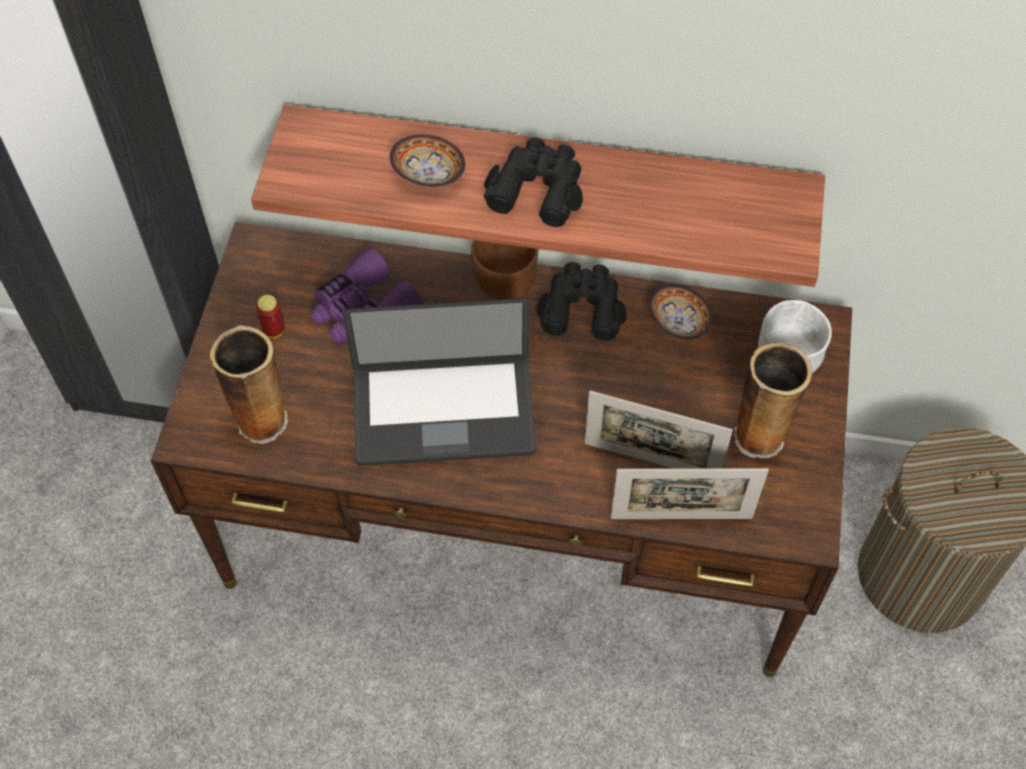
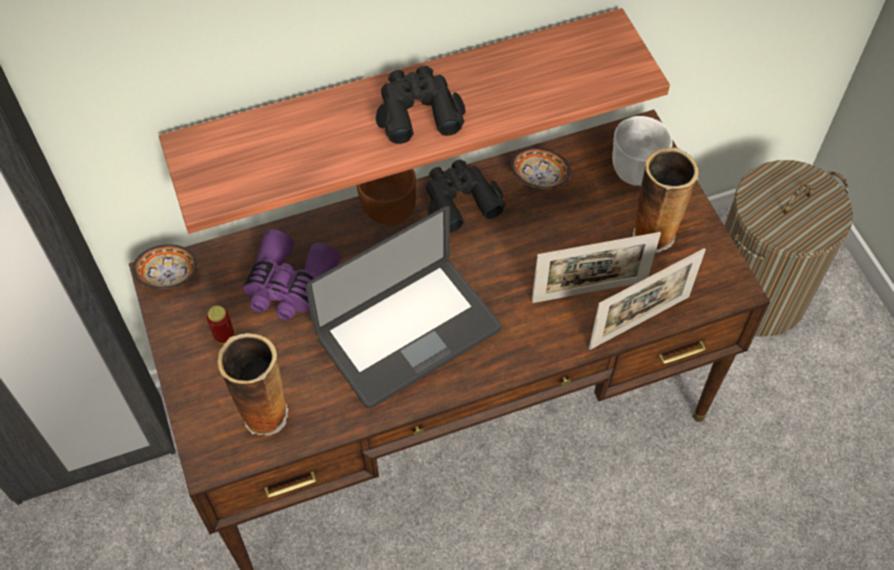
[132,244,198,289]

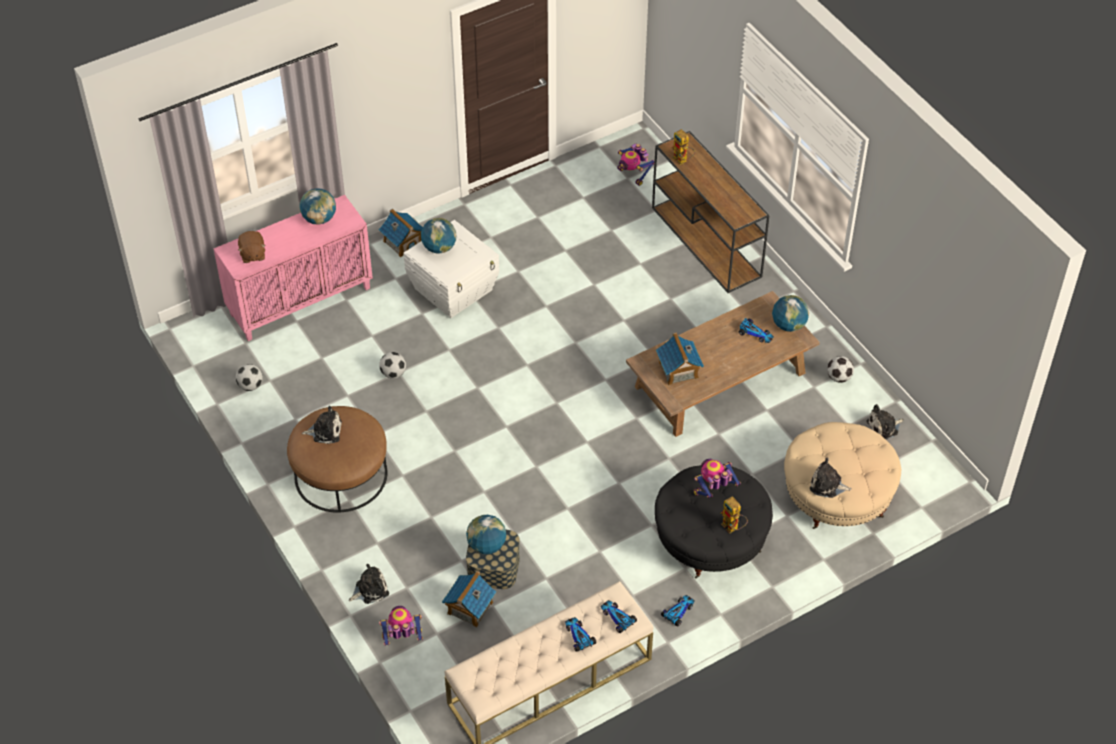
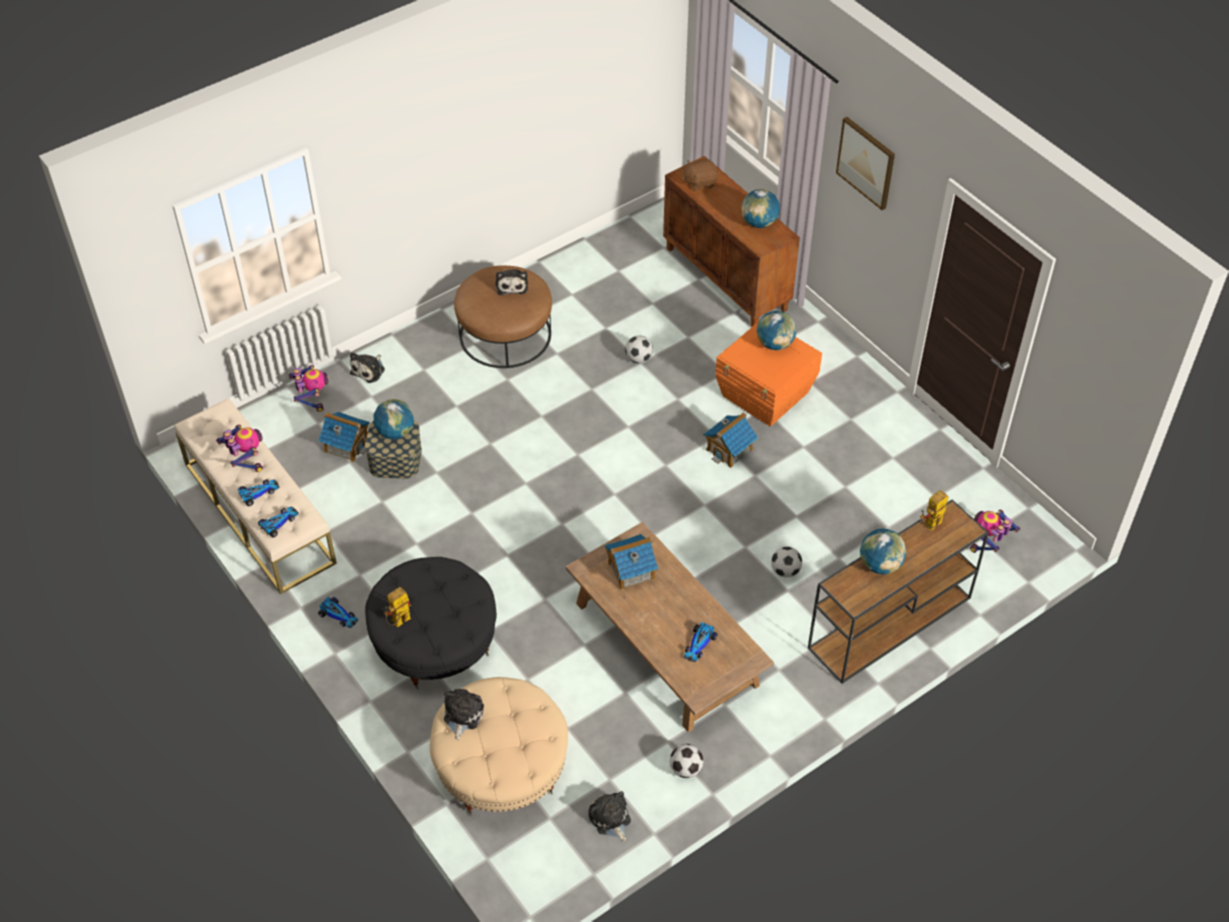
[663,156,800,326]
[771,547,802,578]
[350,352,385,383]
[703,412,758,468]
[715,322,822,427]
[216,425,263,472]
[860,528,907,575]
[836,117,895,210]

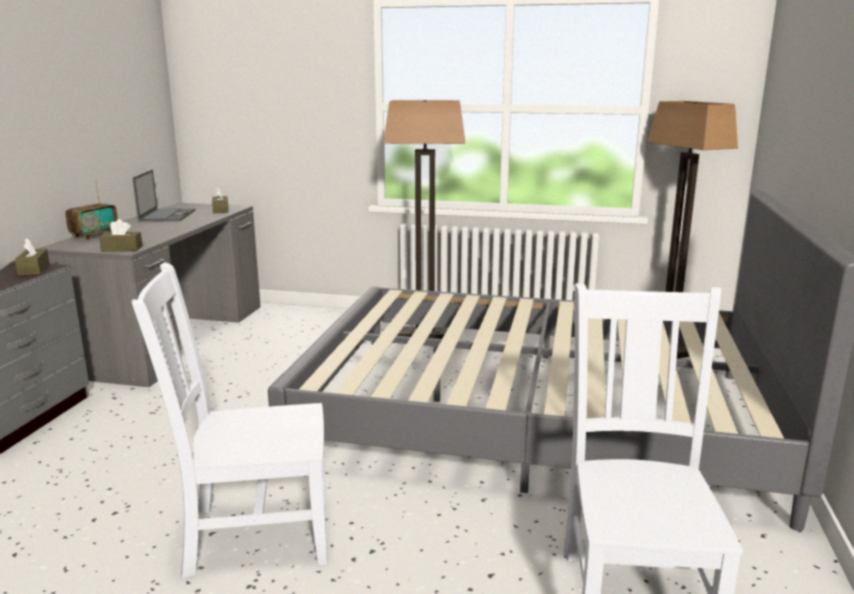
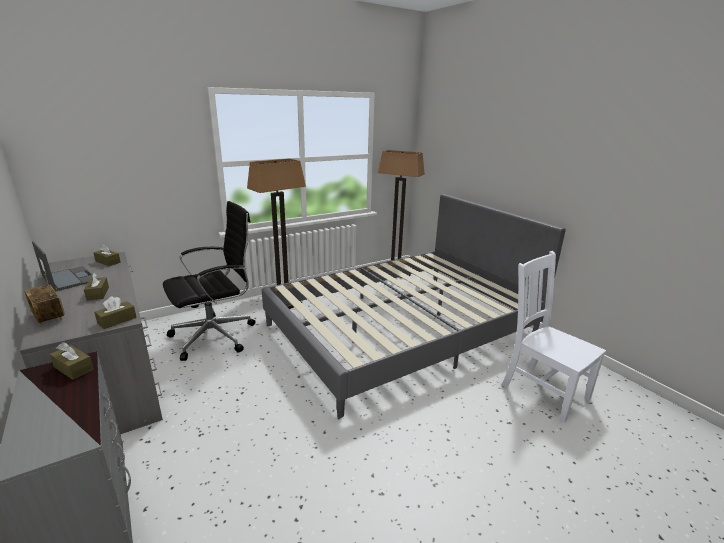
[24,274,65,326]
[132,262,327,578] (first image)
[84,272,109,301]
[163,201,256,361]

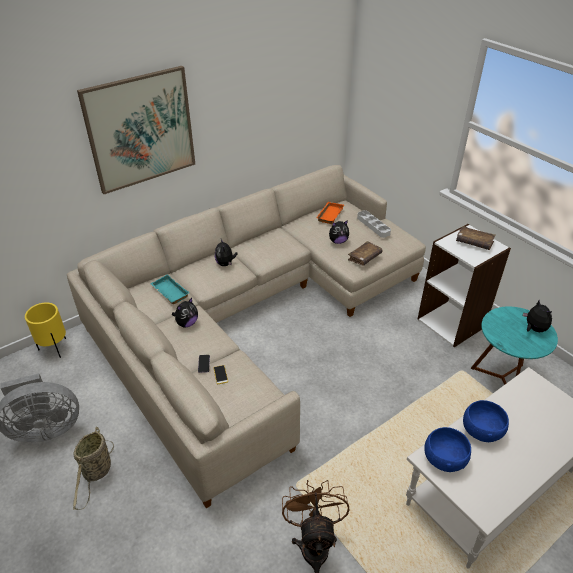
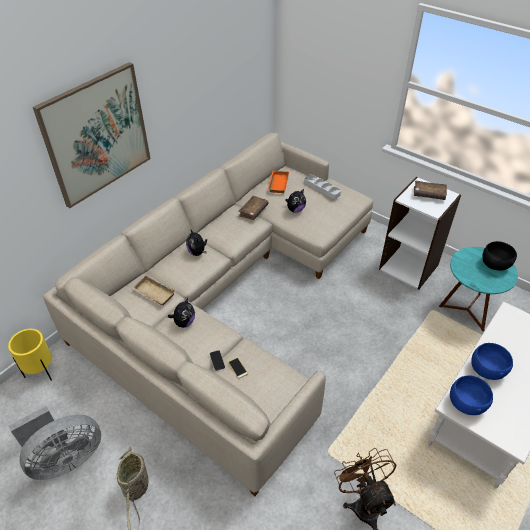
[132,275,176,305]
[238,196,268,220]
[482,241,517,271]

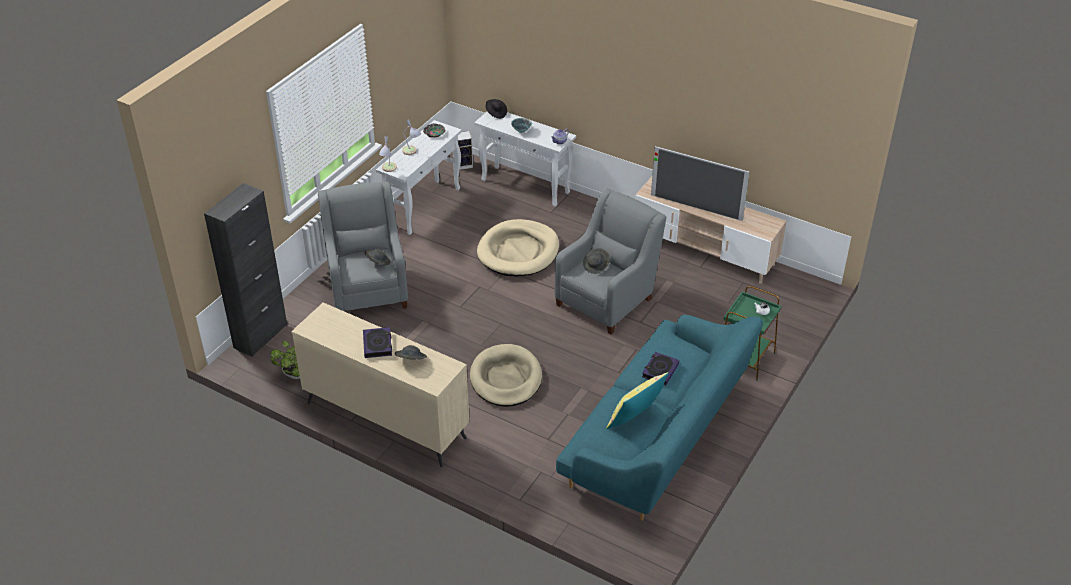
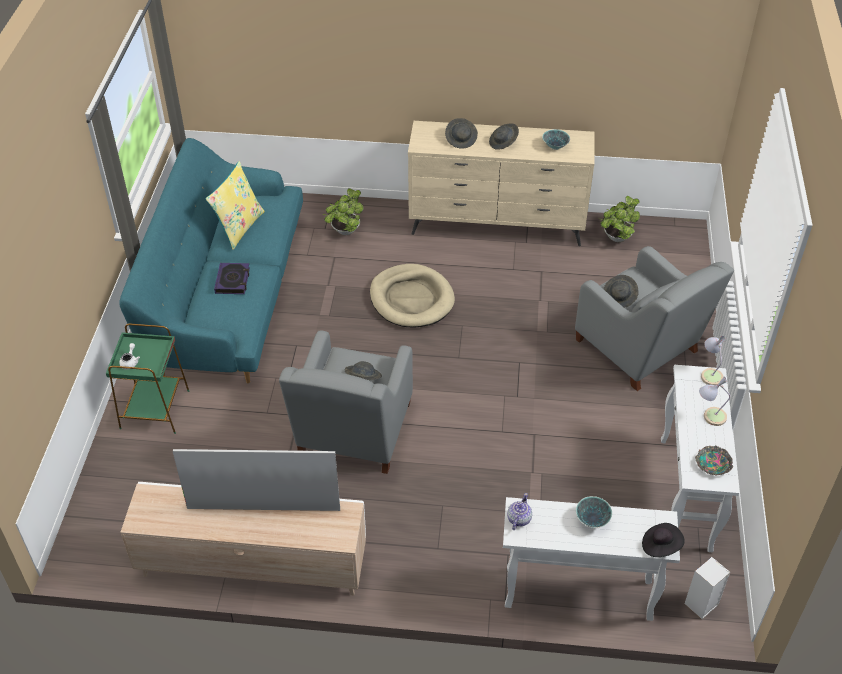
[204,183,287,357] (first image)
[489,123,519,150]
[477,219,559,276] (first image)
[323,188,364,235]
[542,129,570,150]

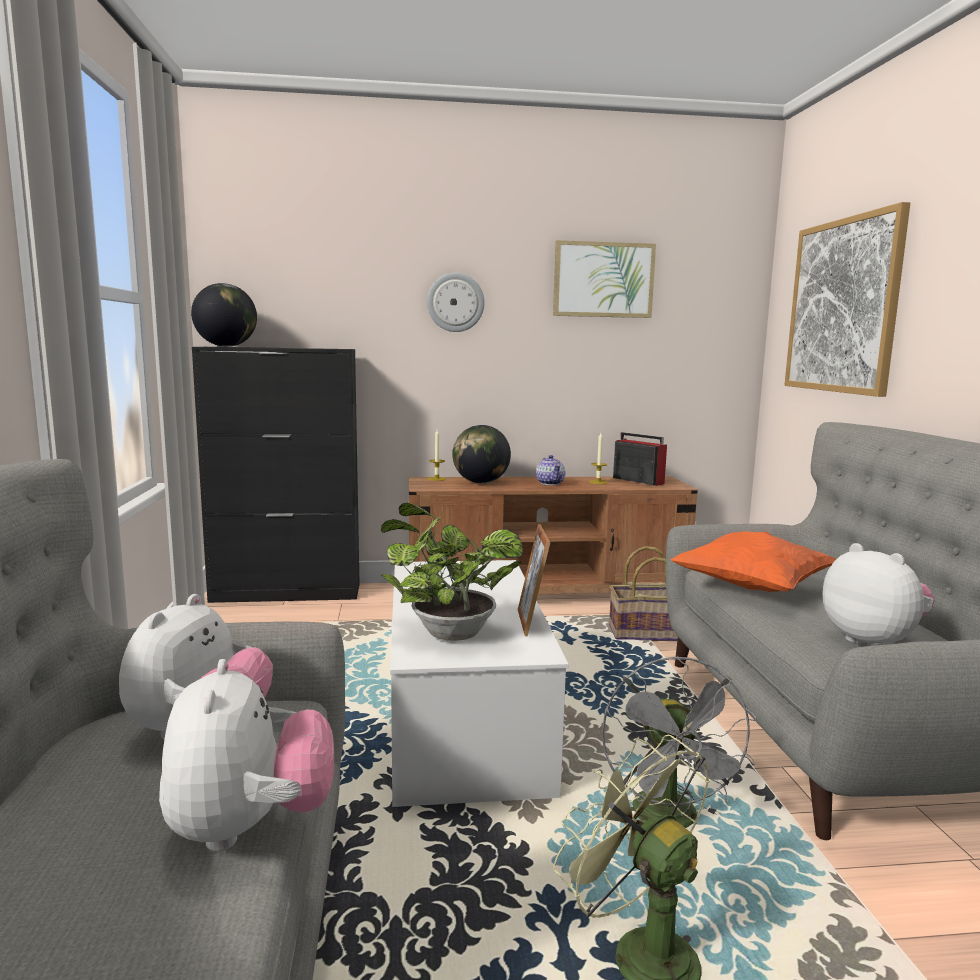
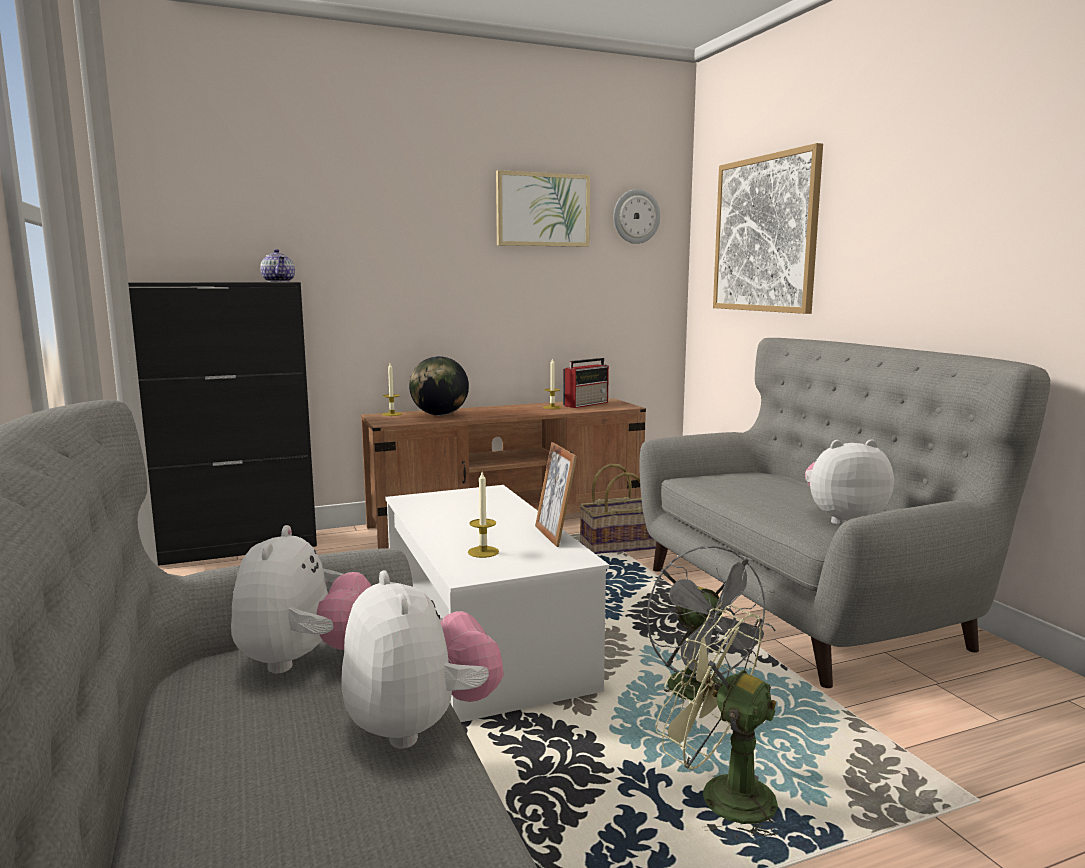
[191,283,257,347] (first image)
[468,472,499,558]
[614,189,660,244]
[260,249,295,282]
[563,358,609,408]
[670,531,836,592] (first image)
[805,439,894,525]

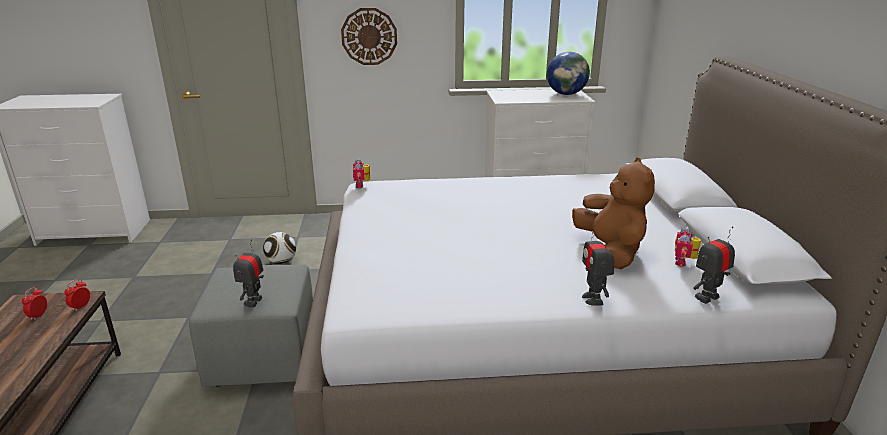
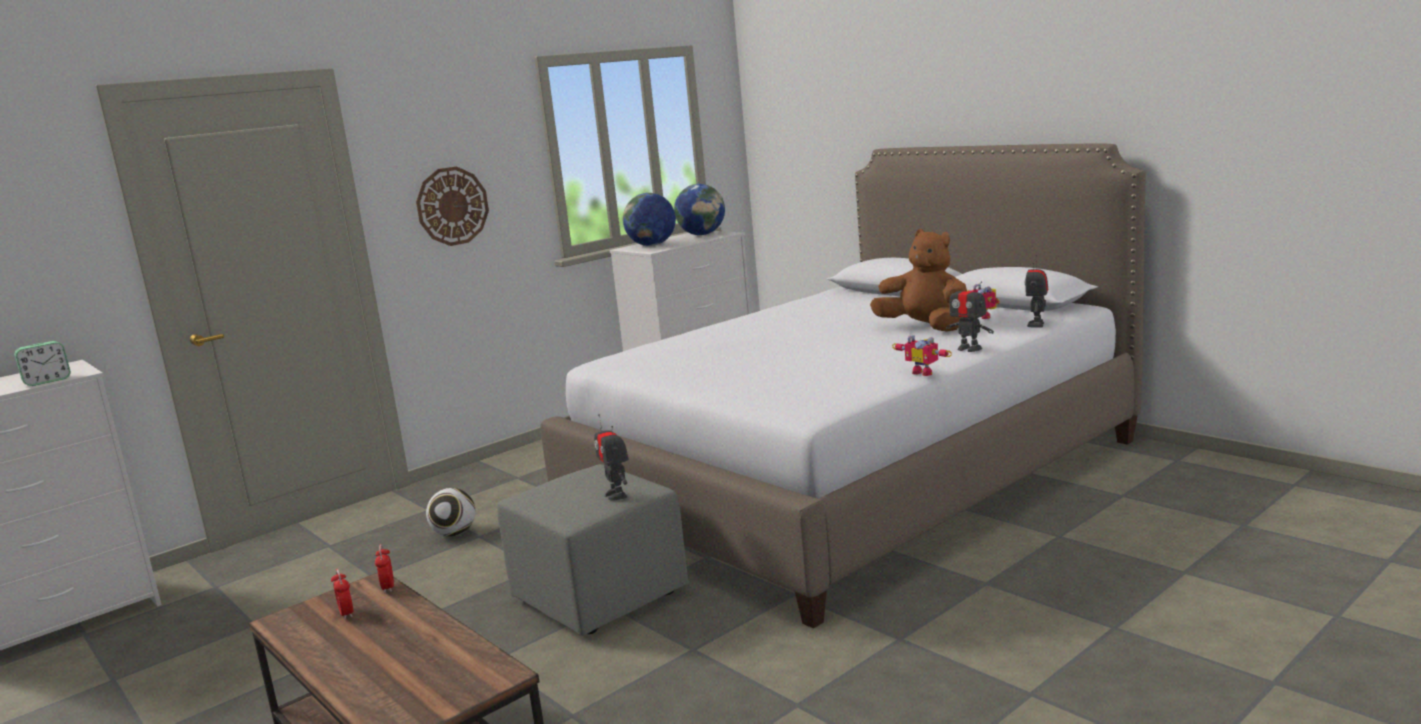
[892,335,952,376]
[14,341,71,386]
[623,193,676,246]

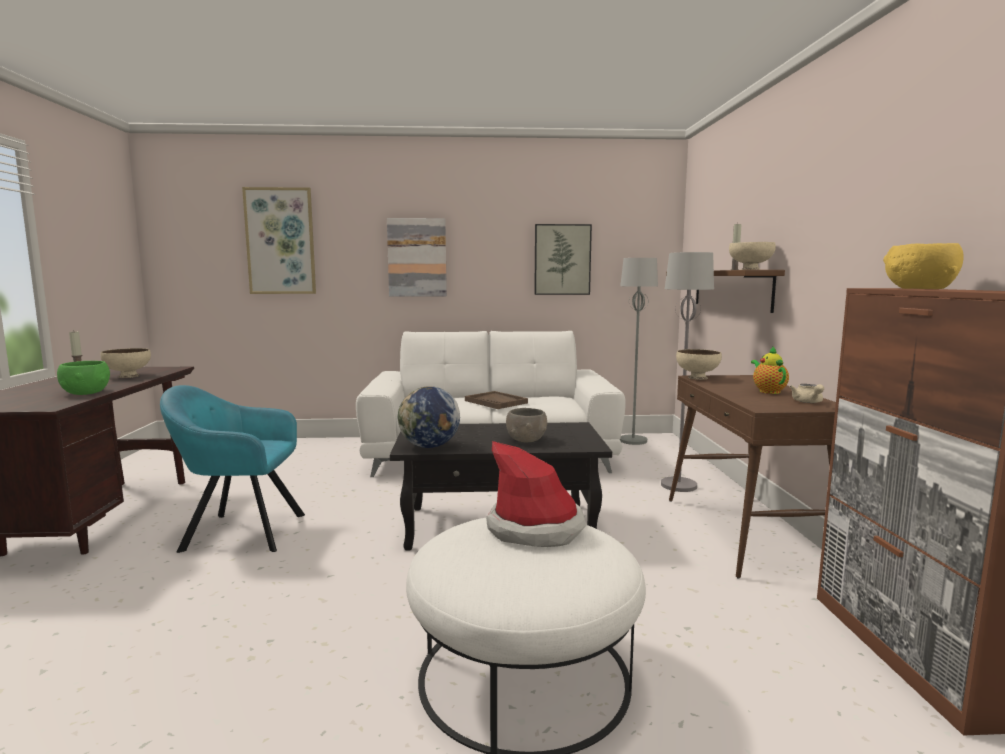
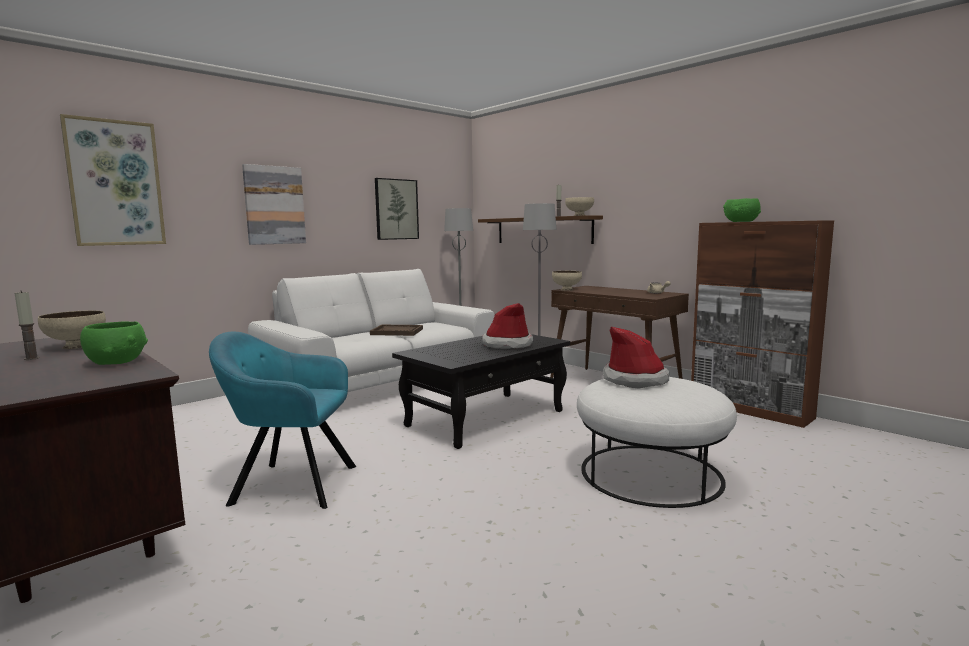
[209,332,356,509]
[398,386,460,448] (first image)
[482,303,533,349]
[751,347,789,394] (first image)
[723,198,761,222]

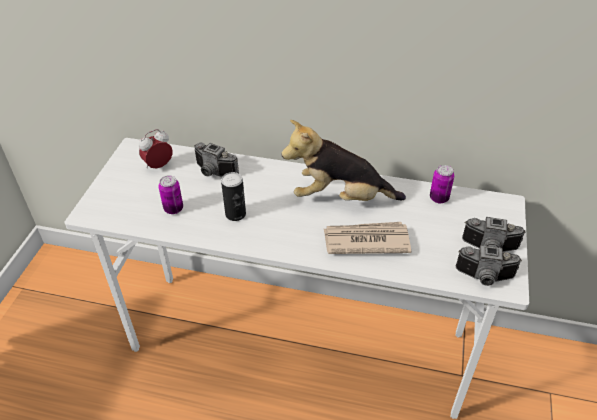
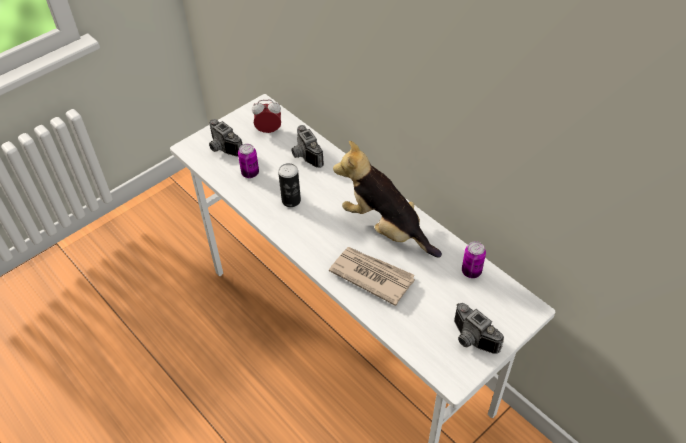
[209,119,243,157]

